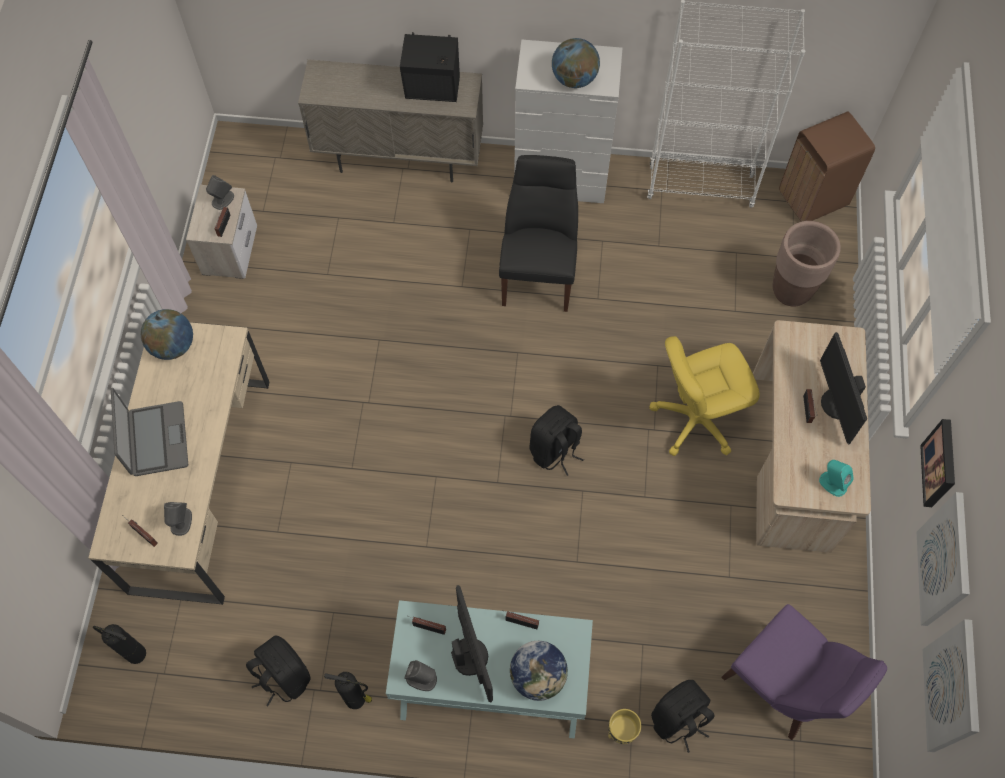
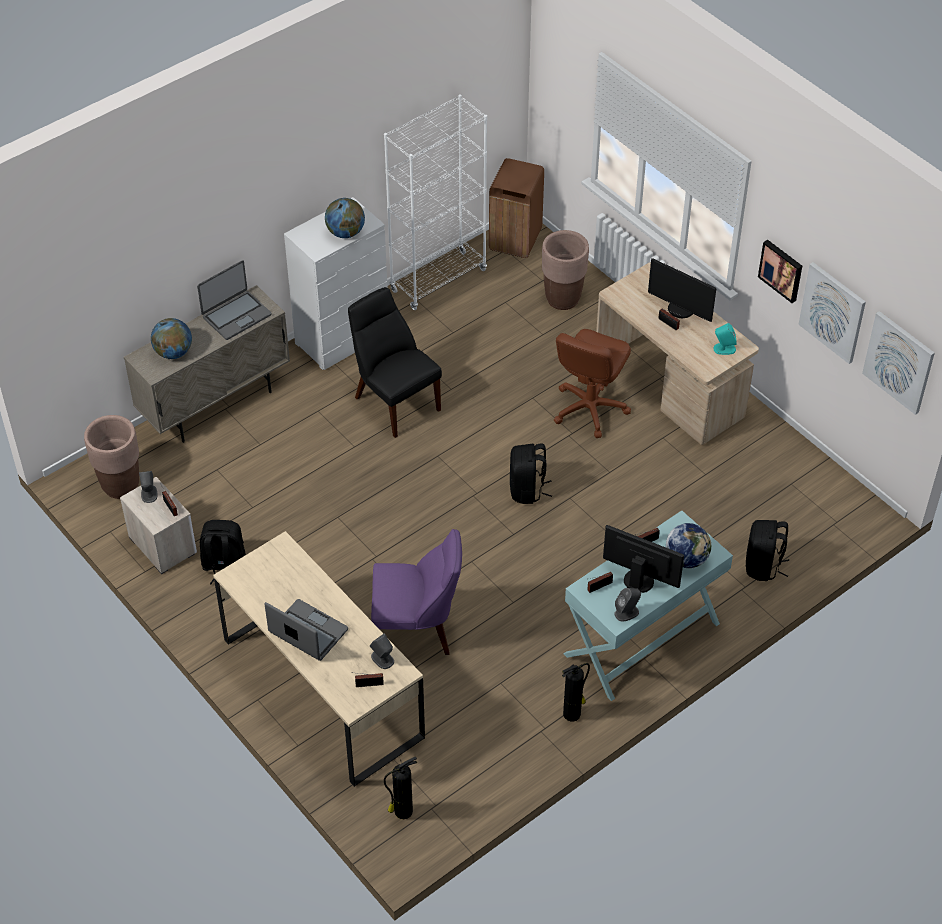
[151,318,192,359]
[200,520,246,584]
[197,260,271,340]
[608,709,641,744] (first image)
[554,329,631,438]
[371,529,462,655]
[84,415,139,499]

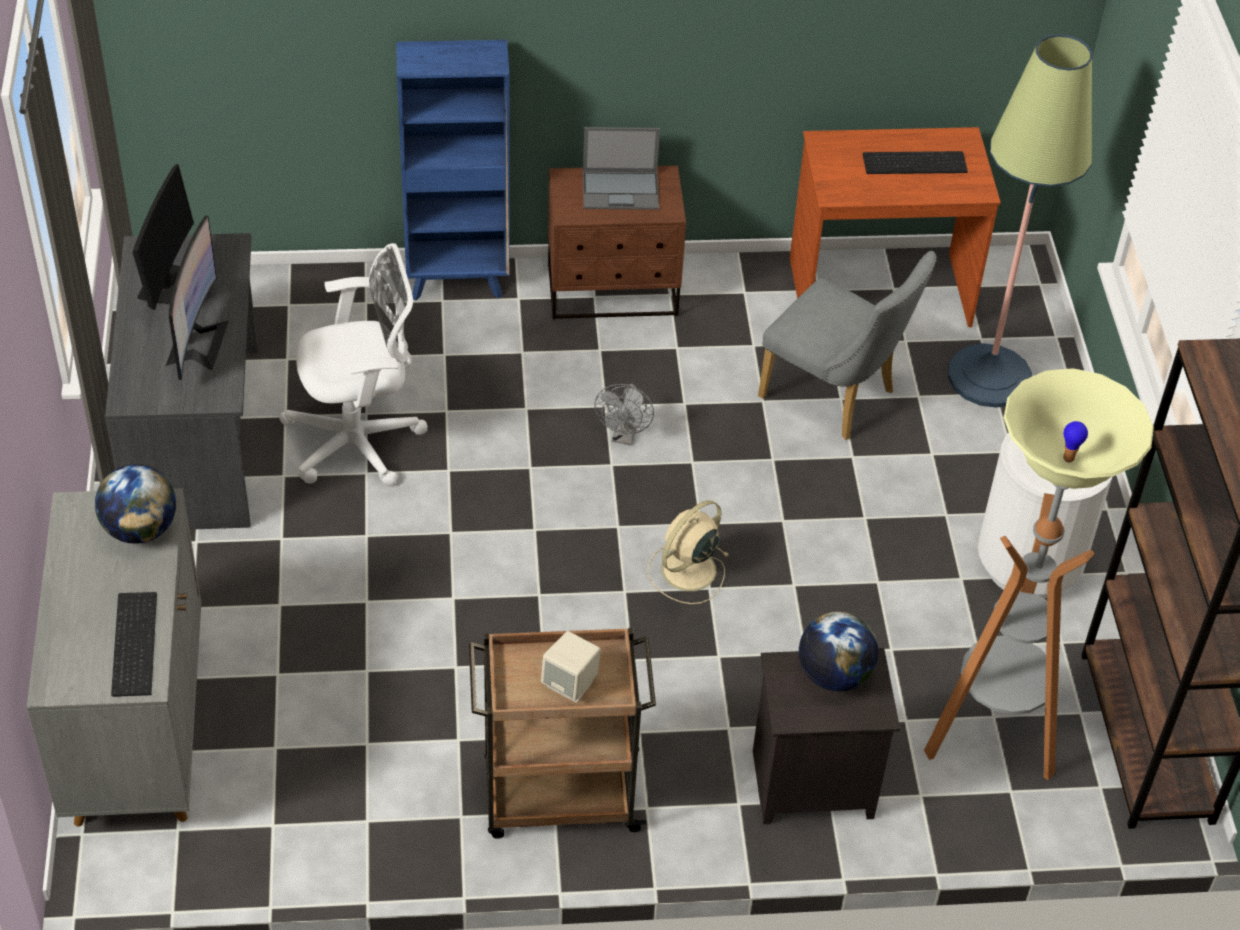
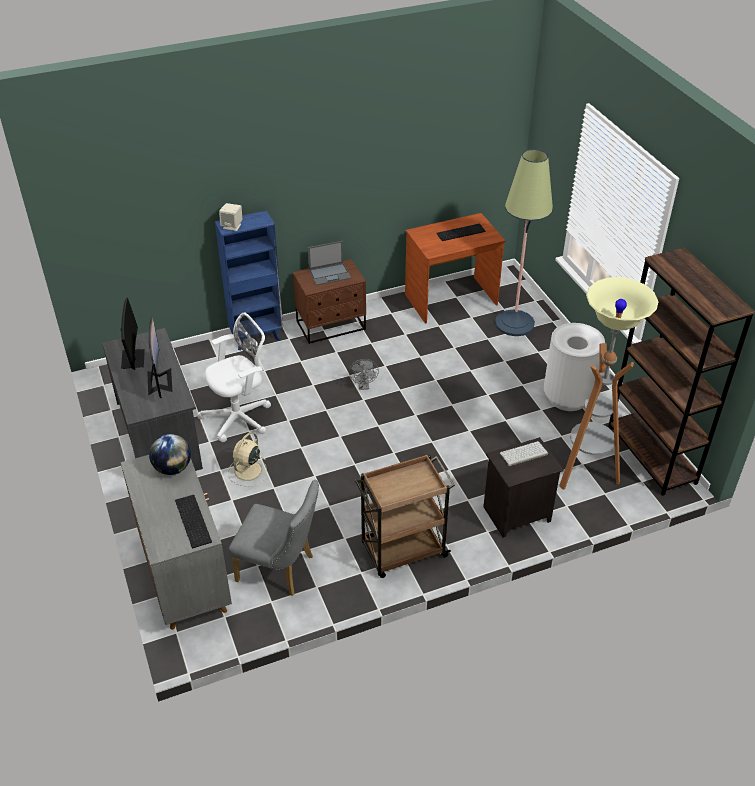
[219,203,242,231]
[228,432,267,487]
[229,480,319,596]
[500,441,548,466]

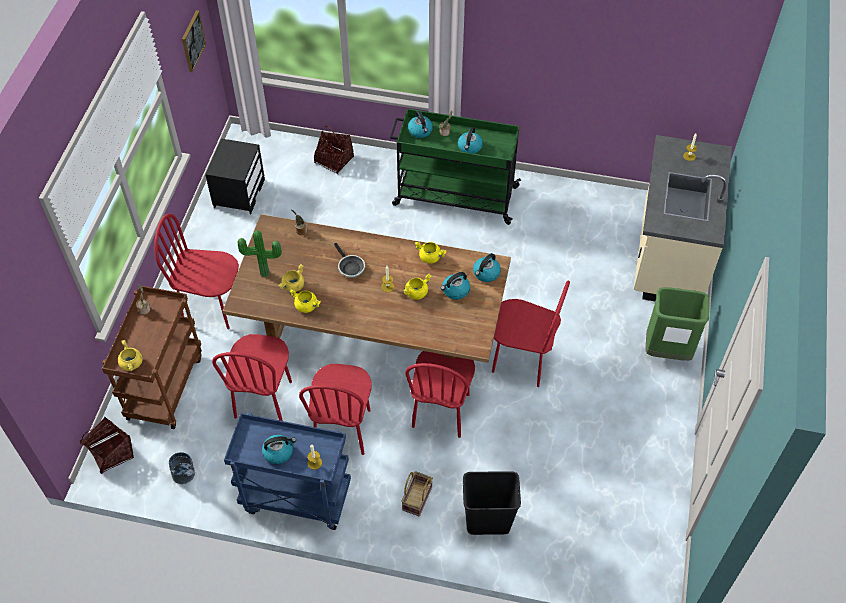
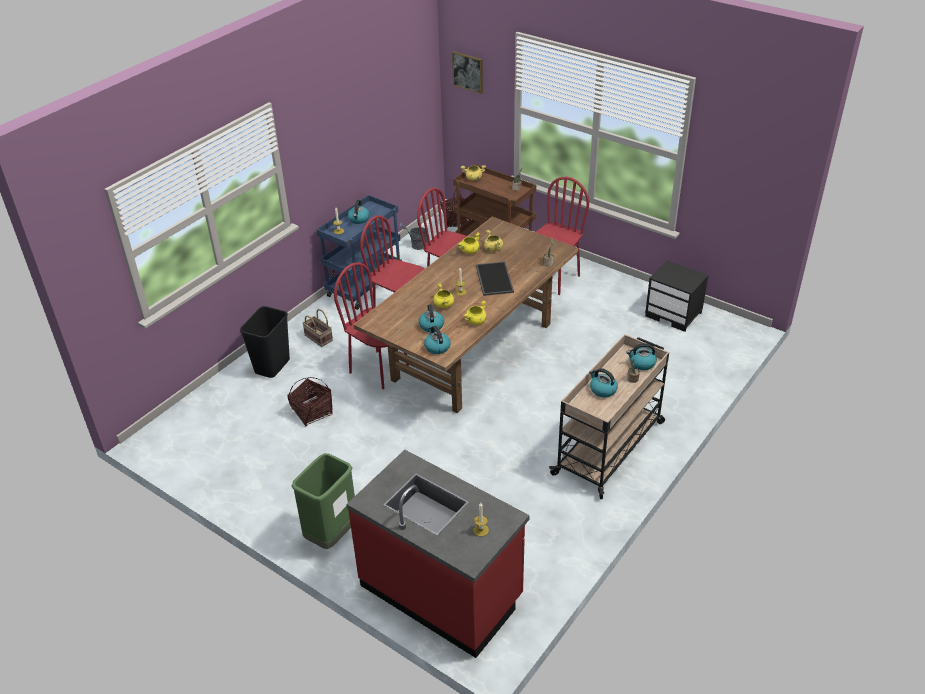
[452,51,483,94]
[237,230,282,277] (first image)
[287,377,333,427]
[476,261,514,296]
[549,334,669,499]
[492,281,570,387] (first image)
[347,450,530,658]

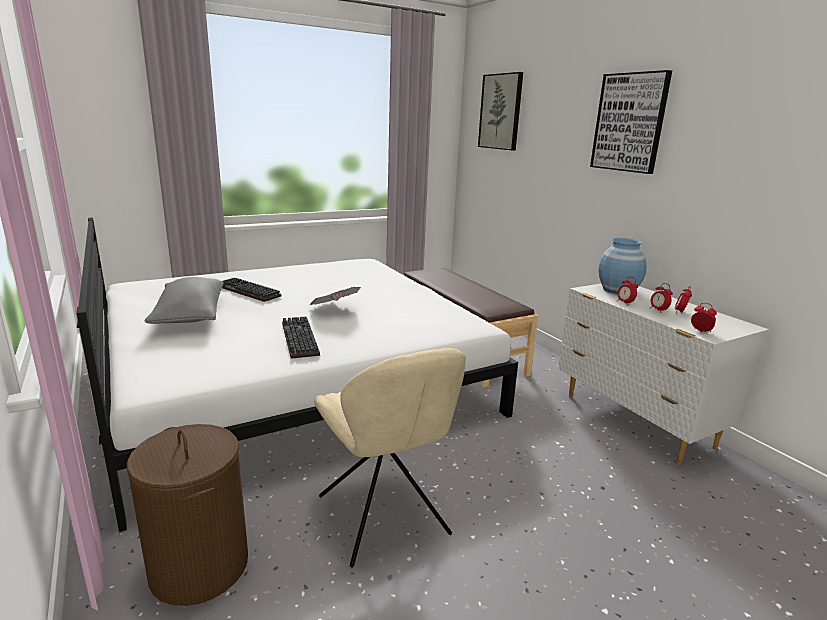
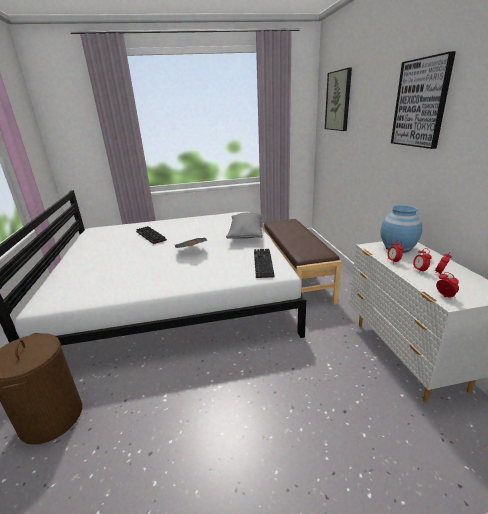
[226,212,263,239]
[254,249,275,278]
[314,348,466,568] (first image)

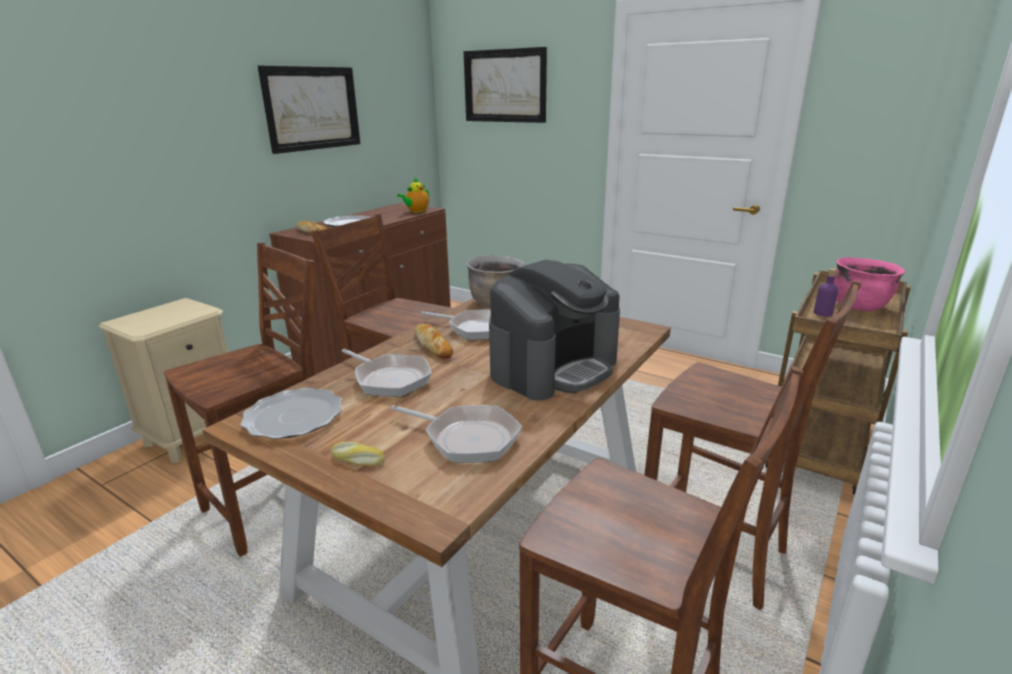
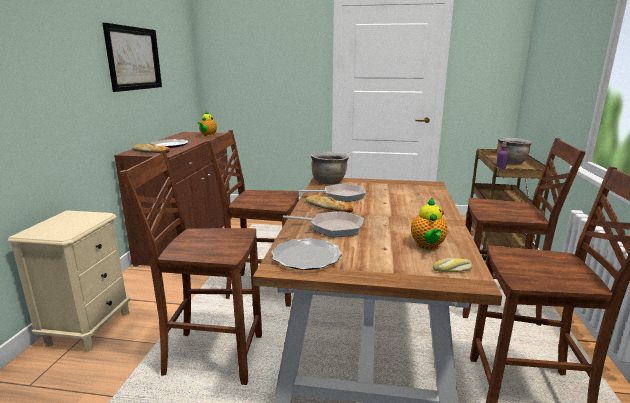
[120,151,262,385]
[433,258,473,272]
[411,198,448,249]
[464,47,547,123] (first image)
[489,260,620,401] (first image)
[497,138,533,165]

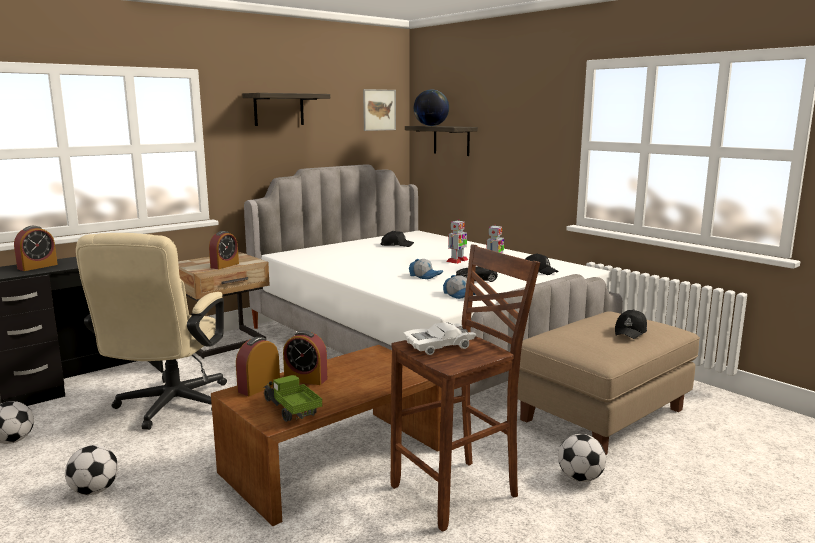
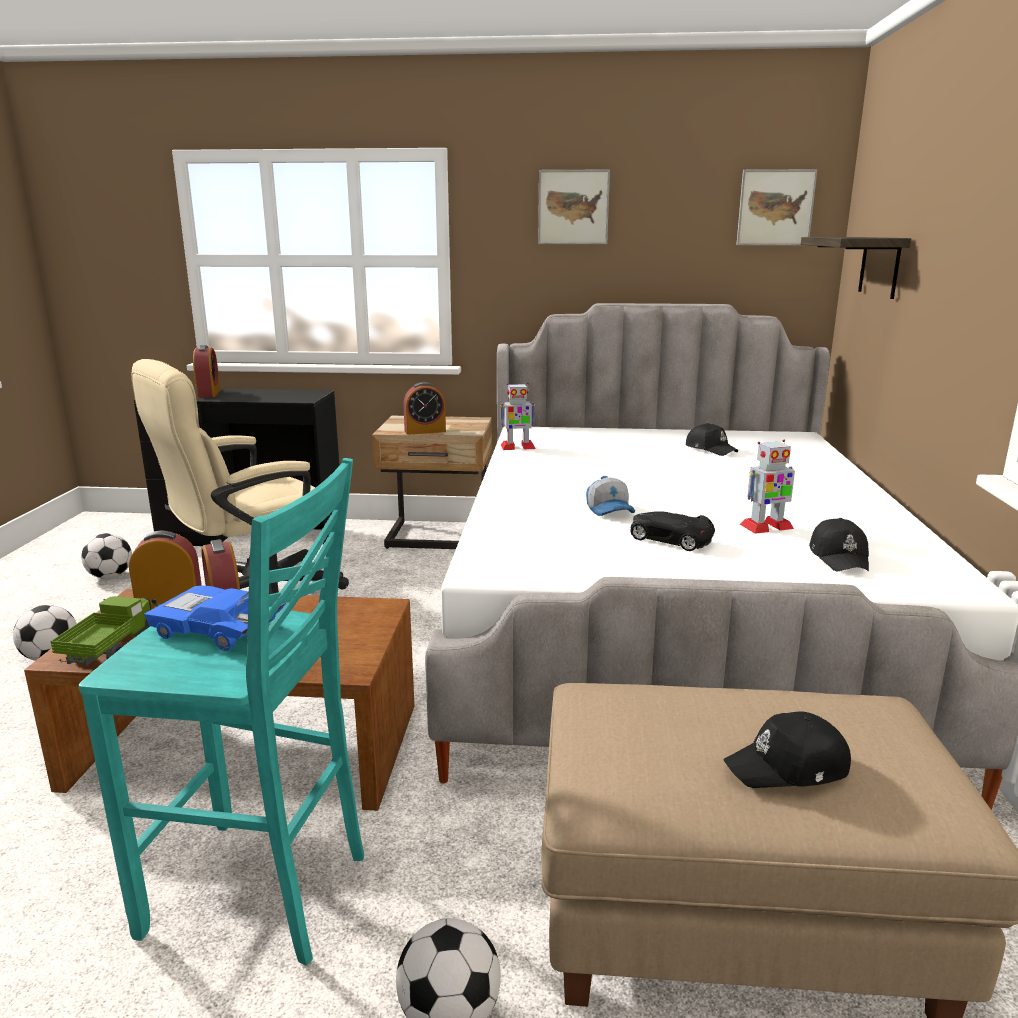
[193,345,220,398]
[538,169,610,244]
[79,458,364,966]
[144,585,286,651]
[414,89,449,126] (first image)
[443,275,476,299] (first image)
[500,383,536,450]

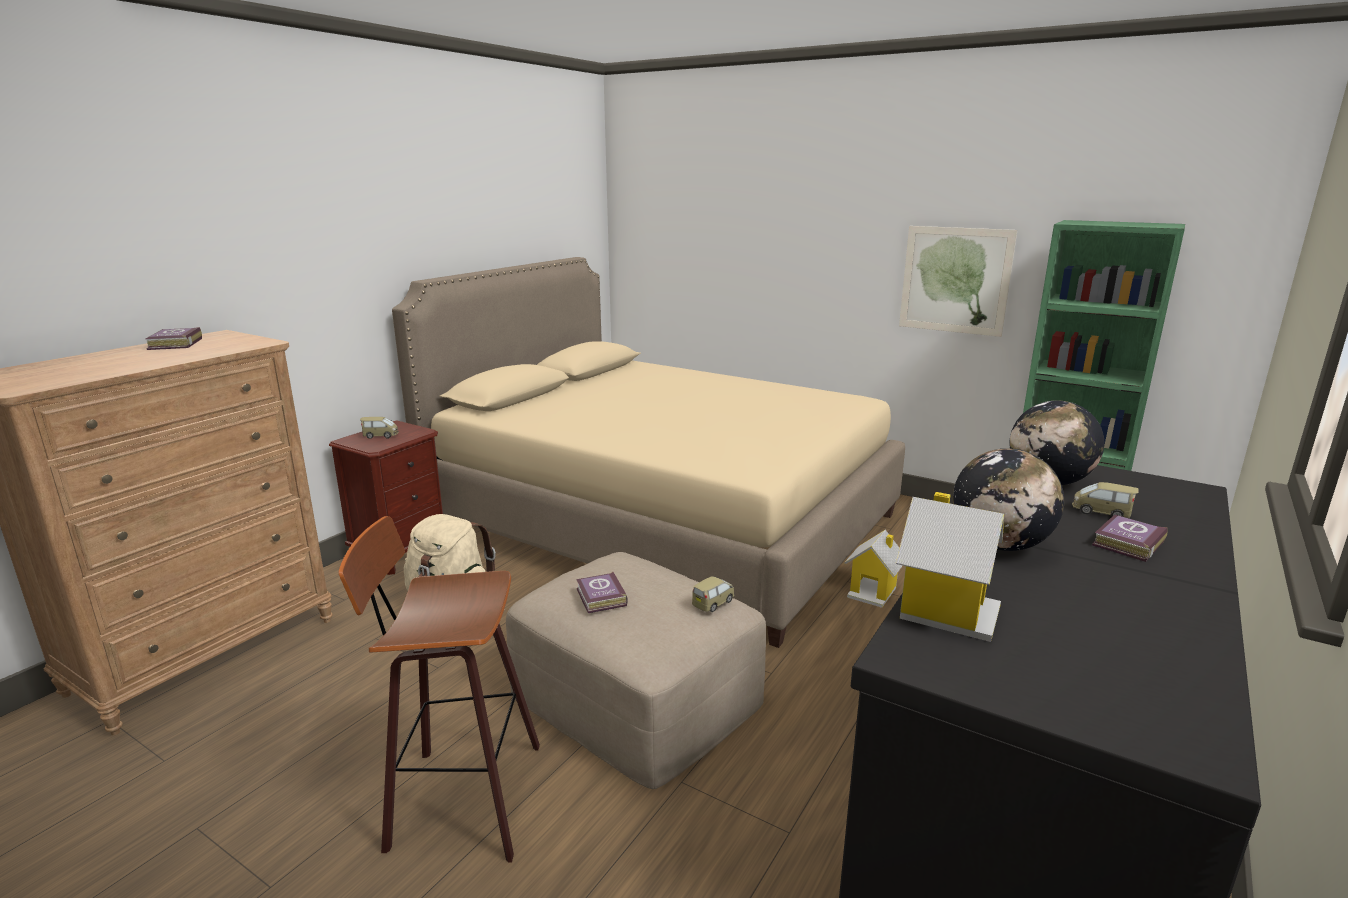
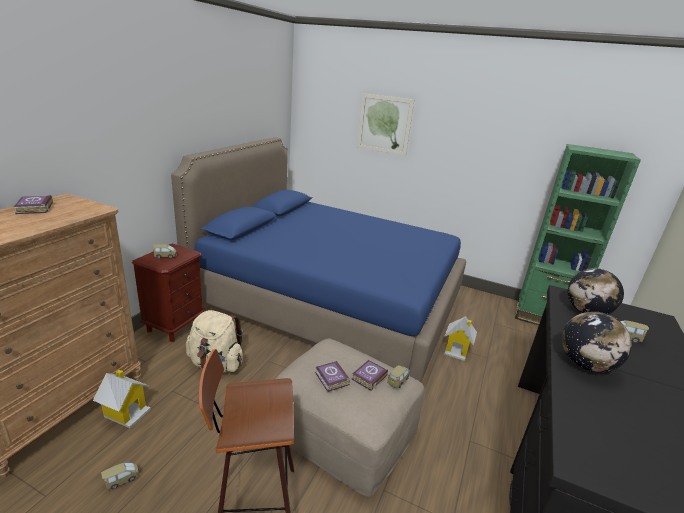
[171,137,466,382]
[93,370,151,428]
[357,93,414,156]
[352,360,388,391]
[101,461,139,490]

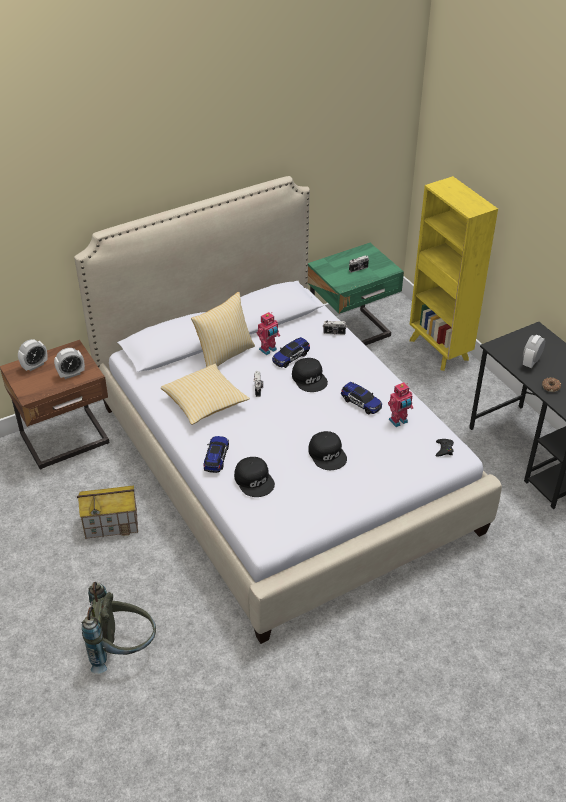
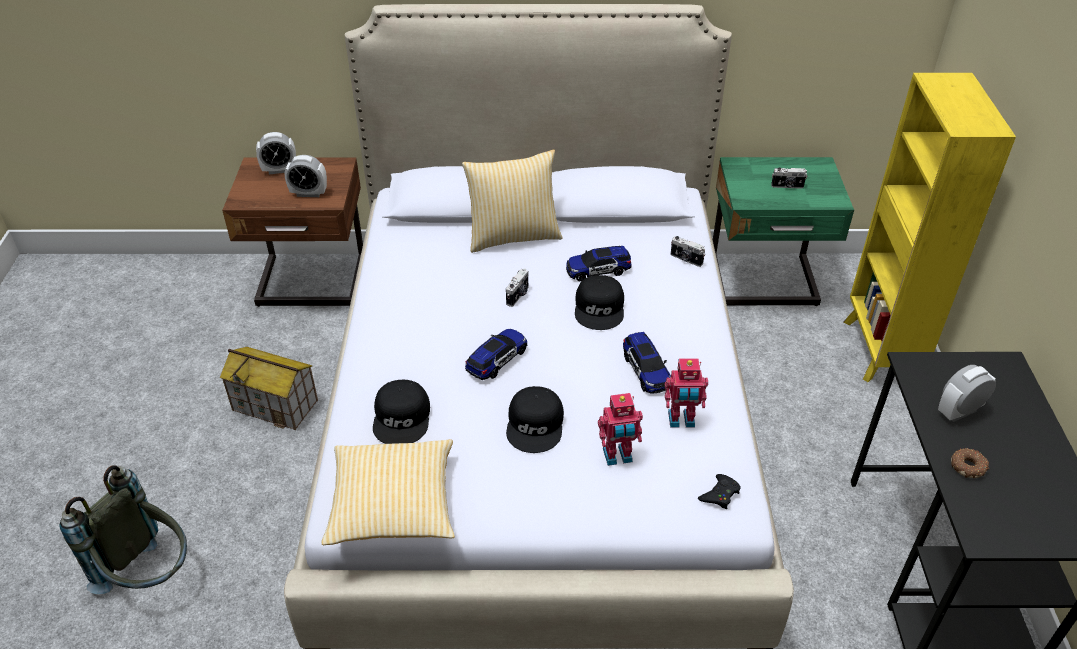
[321,439,455,545]
[465,329,527,380]
[598,393,643,466]

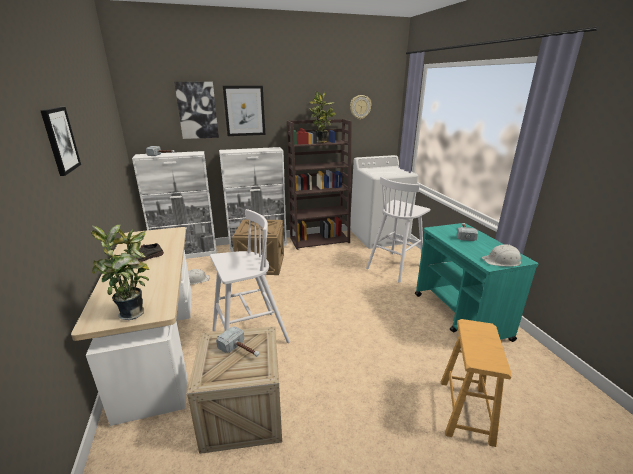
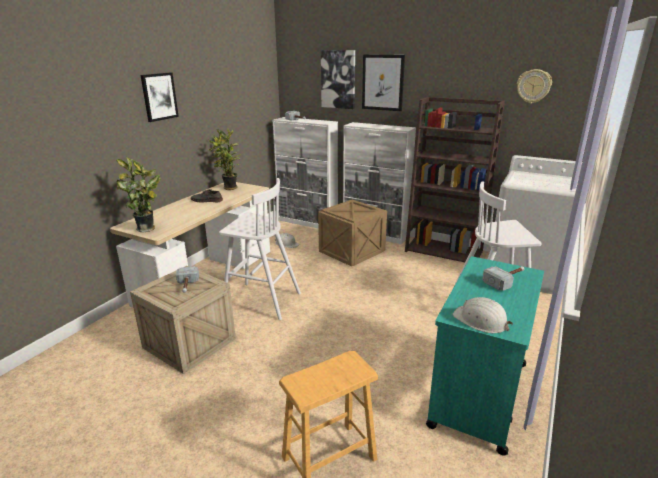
[208,128,241,190]

